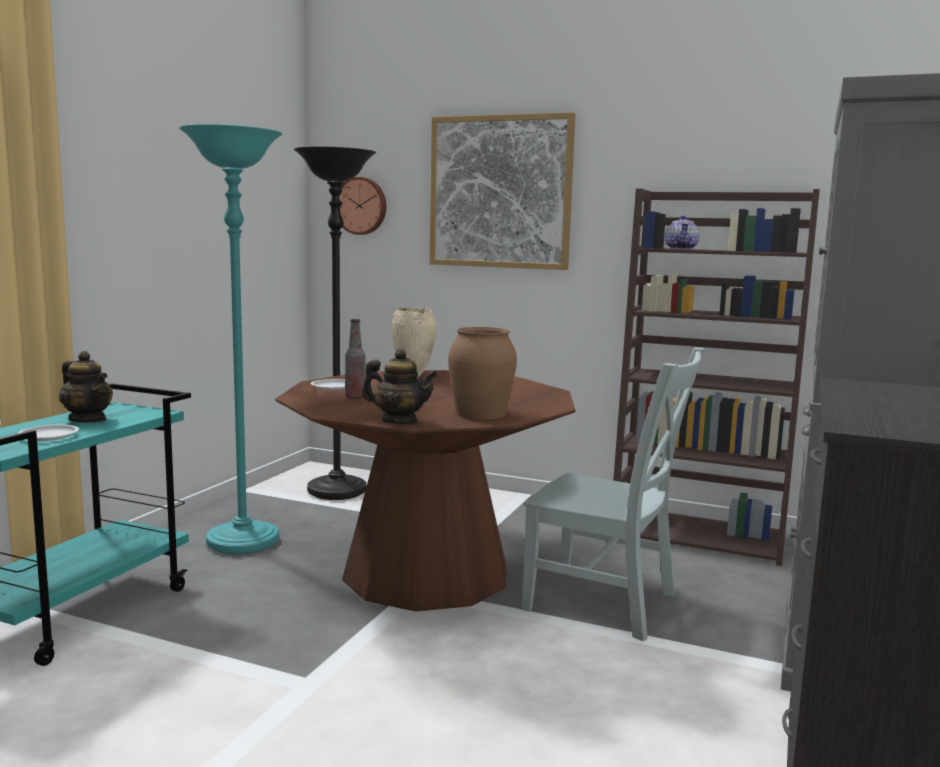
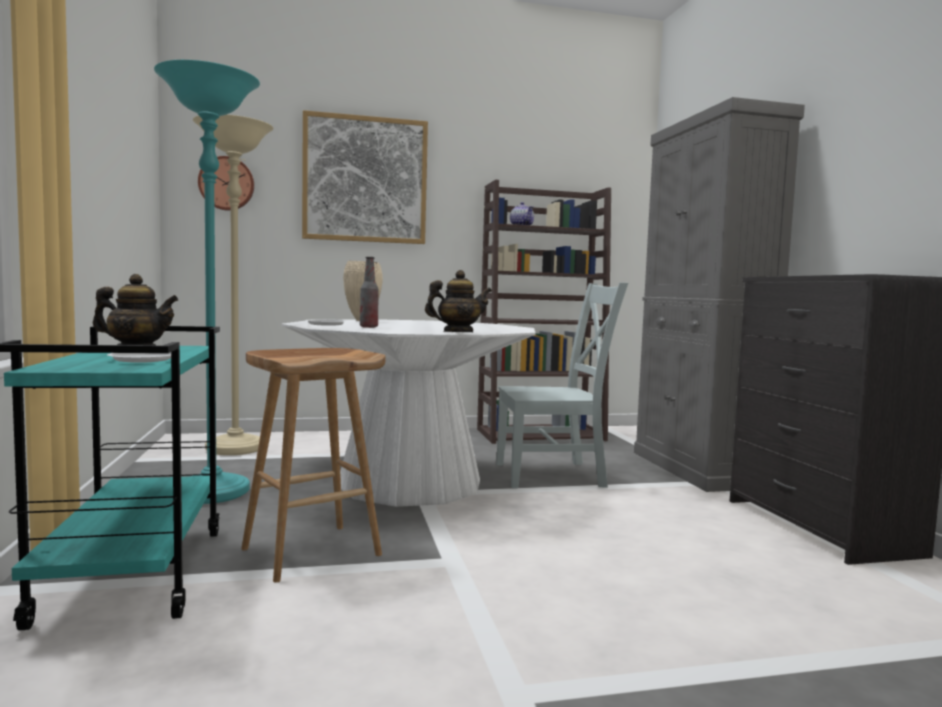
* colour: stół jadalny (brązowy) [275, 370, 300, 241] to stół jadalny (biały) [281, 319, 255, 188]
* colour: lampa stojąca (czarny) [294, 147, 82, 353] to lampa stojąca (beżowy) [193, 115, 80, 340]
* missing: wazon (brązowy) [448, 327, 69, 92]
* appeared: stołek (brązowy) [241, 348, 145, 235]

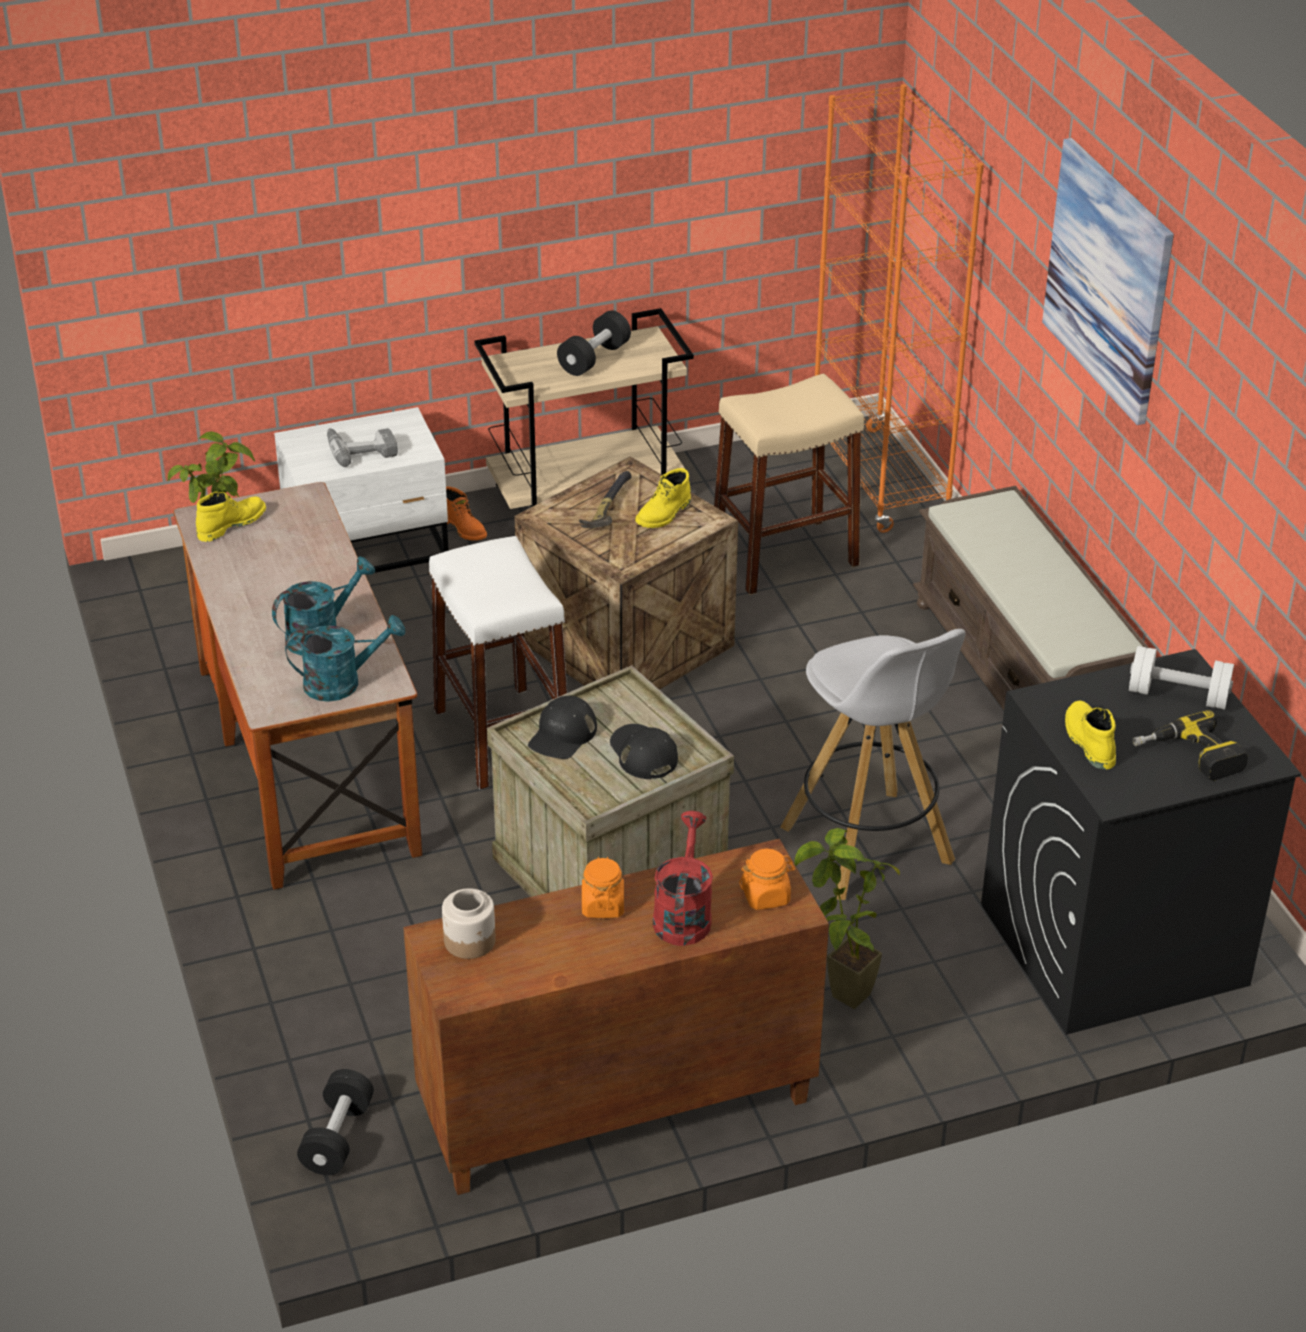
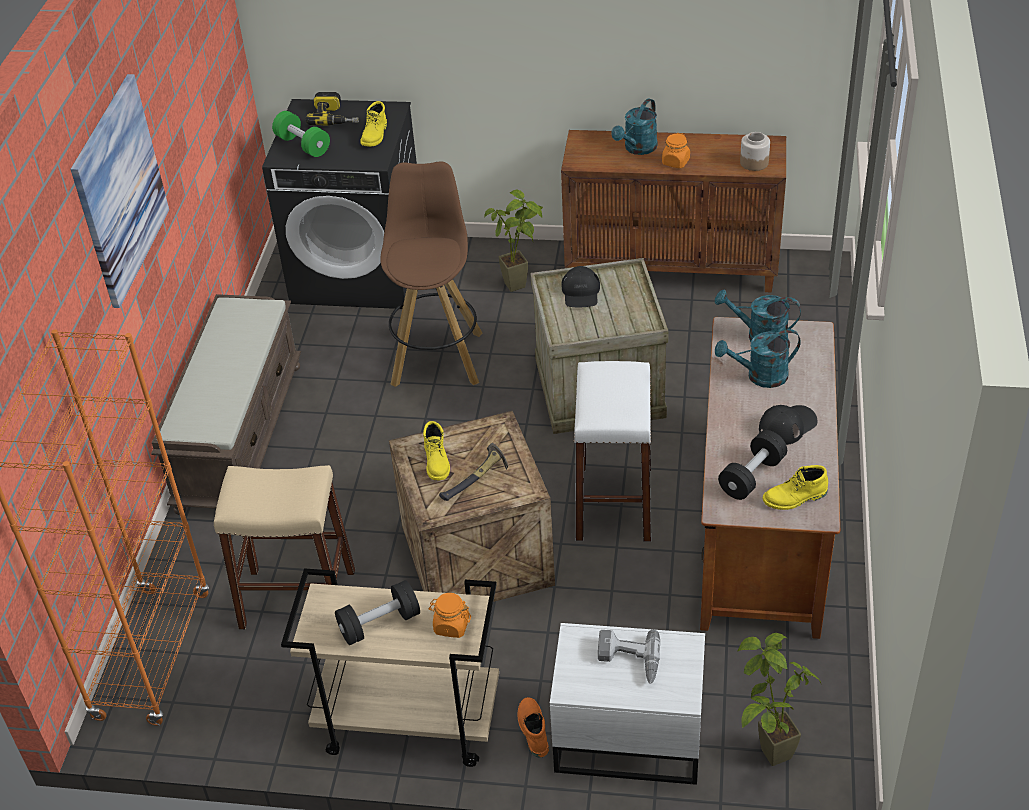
* relocated: hantel (czarny) [297, 1069, 77, 106] to [718, 430, 69, 70]
* relocated: czapka z daszkiem (czarny) [528, 696, 69, 63] to [759, 405, 59, 40]
* spun: but z cholewką (żółty) [635, 468, 56, 60] = [423, 421, 27, 60] 105 degrees clockwise
* colour: konewka (czerwony) [653, 811, 60, 135] to konewka (turkusowy) [611, 98, 47, 57]
* relocated: słoik (pomarańczowy) [739, 849, 56, 61] to [428, 593, 43, 45]
* colour: stołek (biały) [780, 629, 186, 271] to stołek (brązowy) [380, 161, 102, 226]
* colour: hantel (biały) [1129, 646, 105, 64] to hantel (zielony) [272, 111, 58, 46]

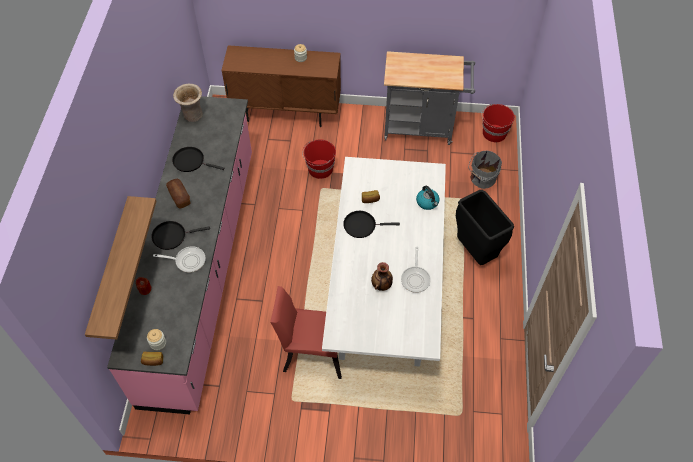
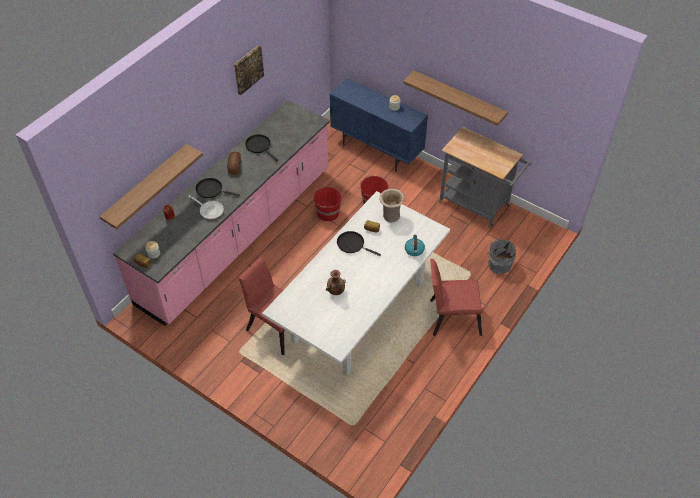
* relocated: wazon (beżowy) [173, 84, 30, 38] to [379, 189, 26, 34]
* colour: szafka (brązowy) [221, 45, 120, 82] to szafka (niebieski) [330, 78, 98, 94]
* missing: patelnia [401, 247, 30, 46]
* exchanged: kosz na śmieci (czarny) [456, 190, 58, 75] to krzesło (czerwony) [430, 259, 52, 77]
* relocated: wiadro (czerwony) [481, 104, 34, 38] to [312, 186, 30, 35]
* appeared: obraz [234, 45, 30, 50]
* appeared: półka [403, 71, 105, 55]

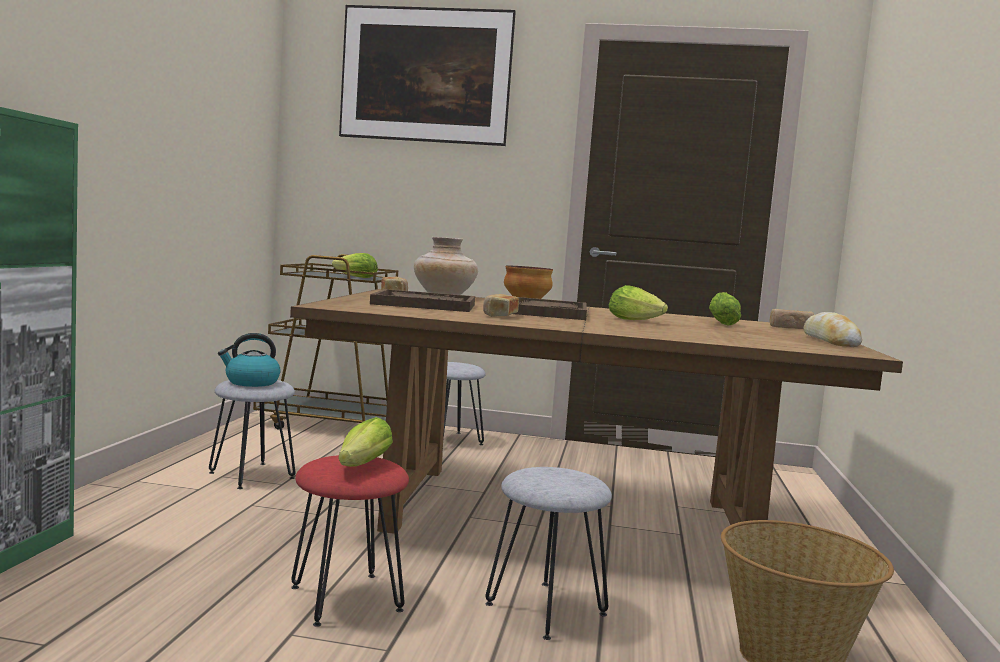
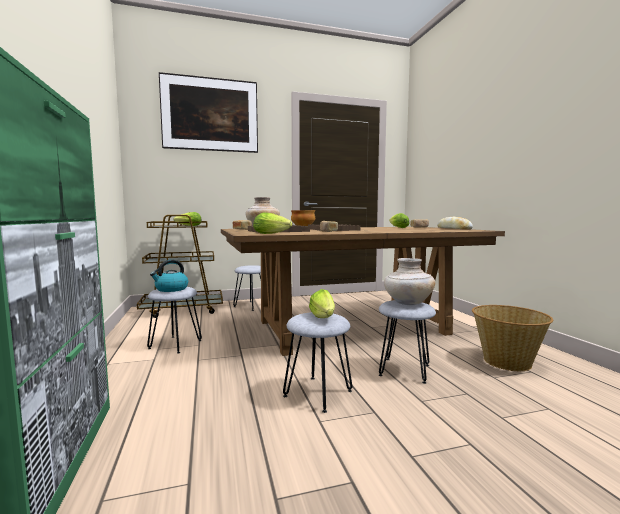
* colour: stołek (czerwony) [291, 455, 118, 172] to stołek (szary) [283, 312, 69, 101]
* relocated: sałata [609, 285, 59, 35] to [253, 212, 39, 22]
* appeared: wazon (beżowy) [384, 258, 51, 47]

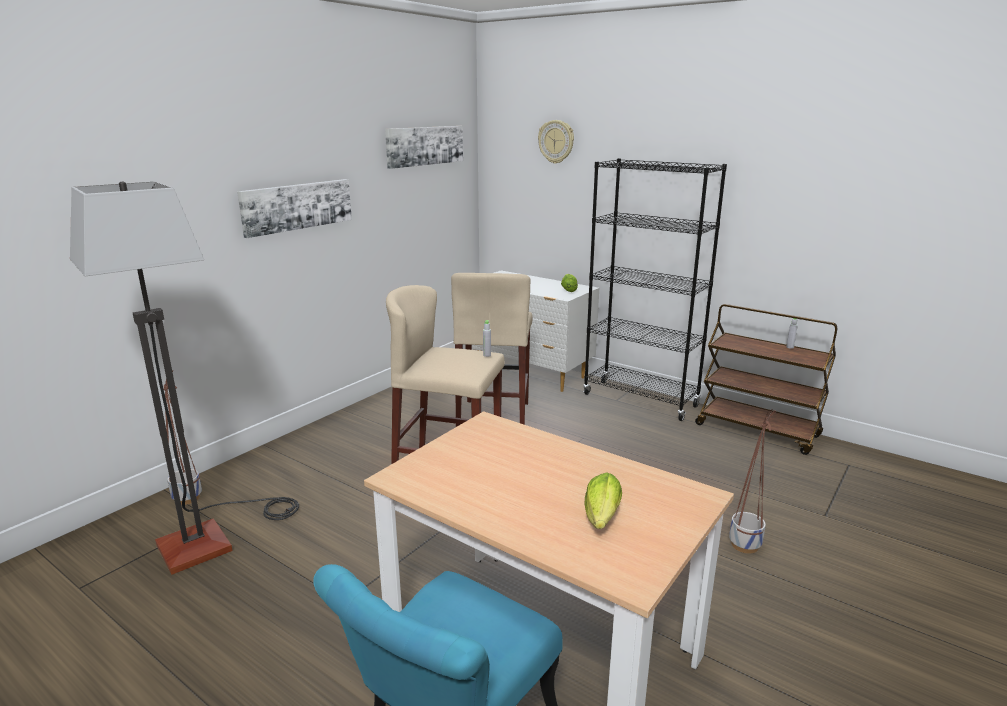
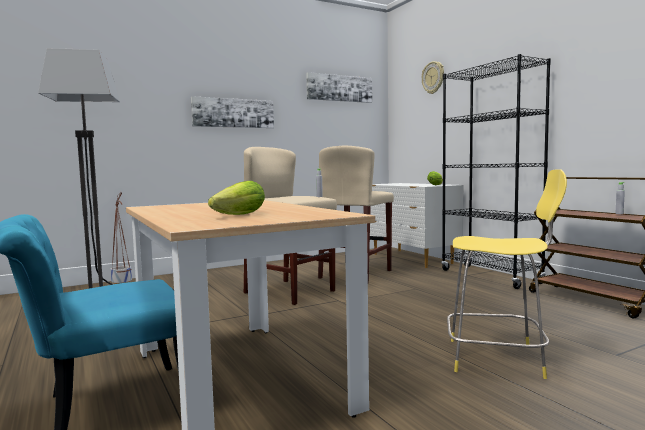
* exchanged: donica [729, 410, 47, 144] to stołek (żółty) [447, 169, 120, 210]

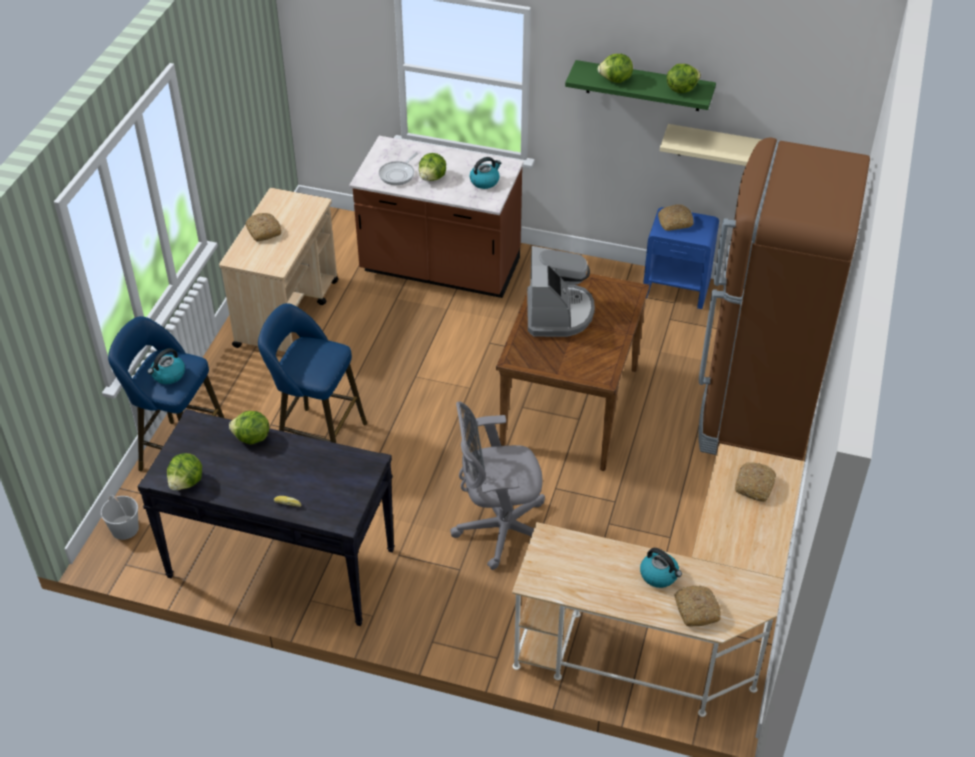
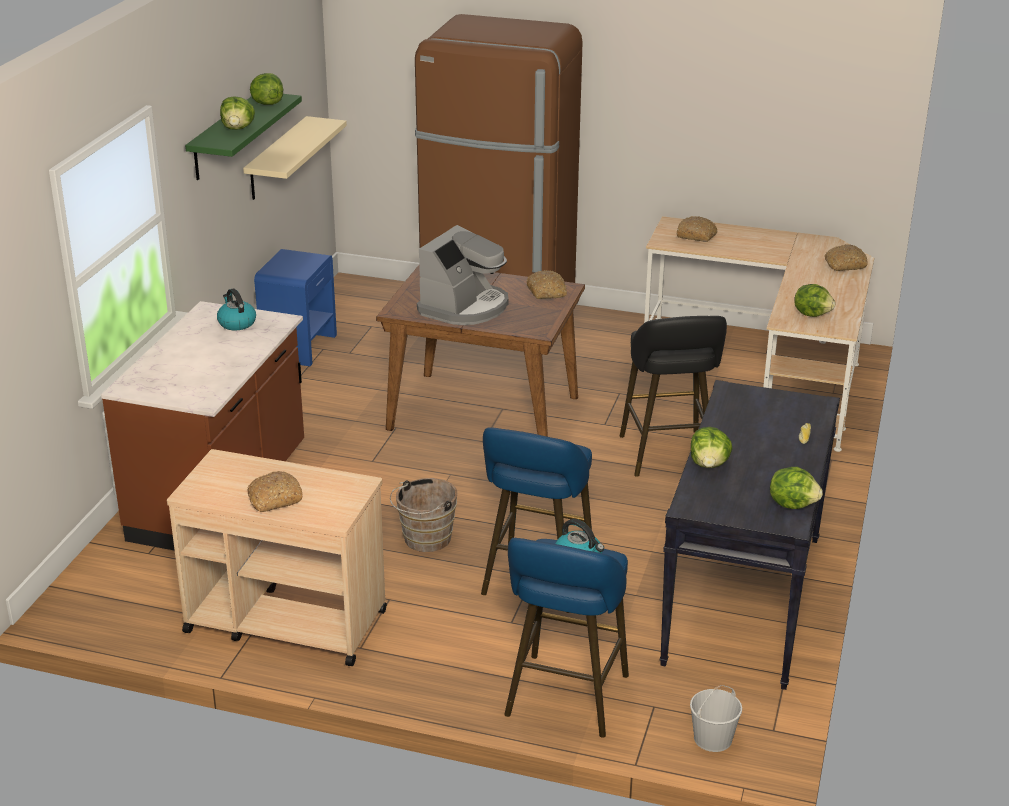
* missing: patelnia [379, 152, 40, 33]
* relocated: sałata [419, 153, 27, 28] to [794, 284, 41, 33]
* exchanged: krzesło biurowe (szary) [450, 402, 95, 168] to stołek (czarny) [620, 316, 107, 161]
* spun: ekspres do kawy [527, 246, 68, 91] = [417, 225, 92, 100] 120 degrees clockwise
* missing: czajnik [640, 548, 42, 40]
* relocated: chleb [658, 204, 36, 27] to [527, 270, 40, 29]
* appeared: wiadro (brązowy) [390, 478, 67, 74]

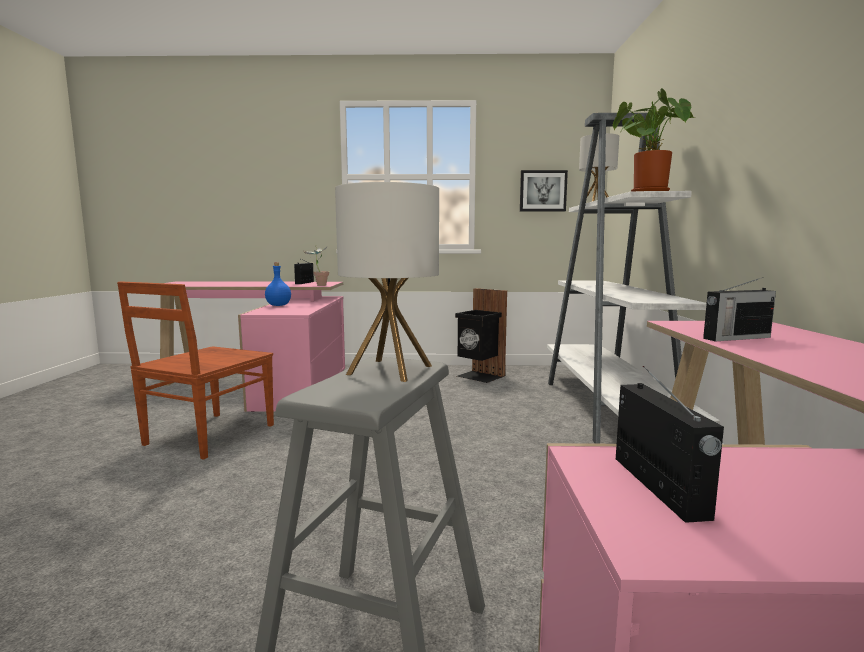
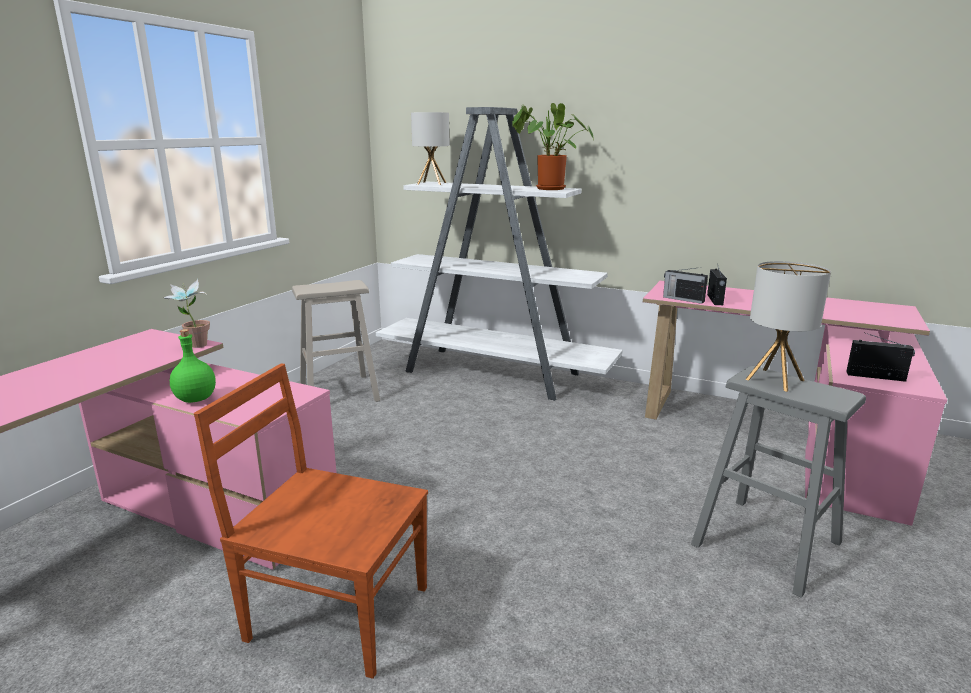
* spun: krzesło (brązowy) [117, 281, 157, 179] = [194, 364, 234, 315] 150 degrees clockwise
* colour: butelka (niebieski) [265, 262, 26, 44] to butelka (zielony) [170, 329, 46, 74]
* relocated: radio [294, 258, 20, 26] to [663, 267, 45, 37]
* exchanged: kosz na śmieci (czarny) [455, 288, 52, 95] to stołek (beżowy) [292, 280, 88, 122]
* missing: obraz [520, 170, 48, 42]

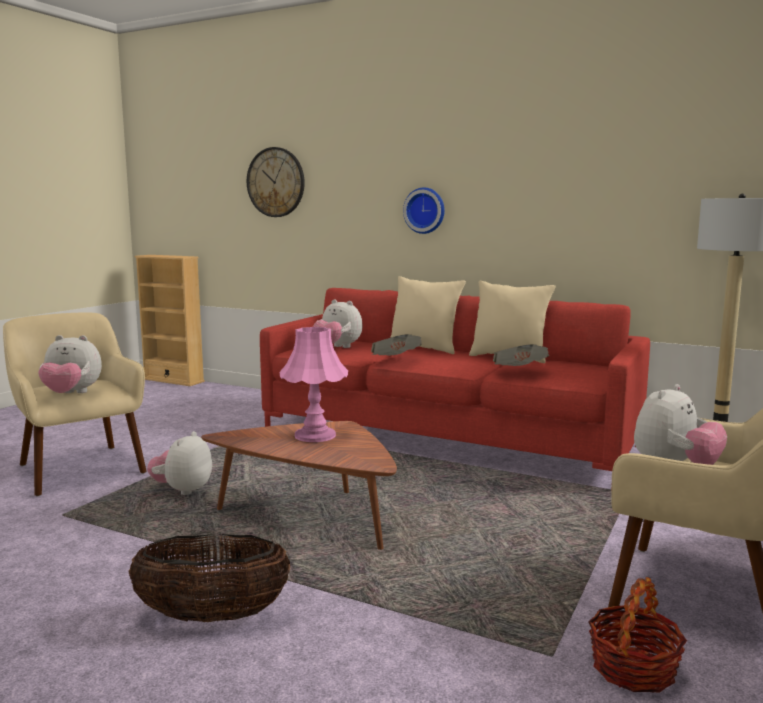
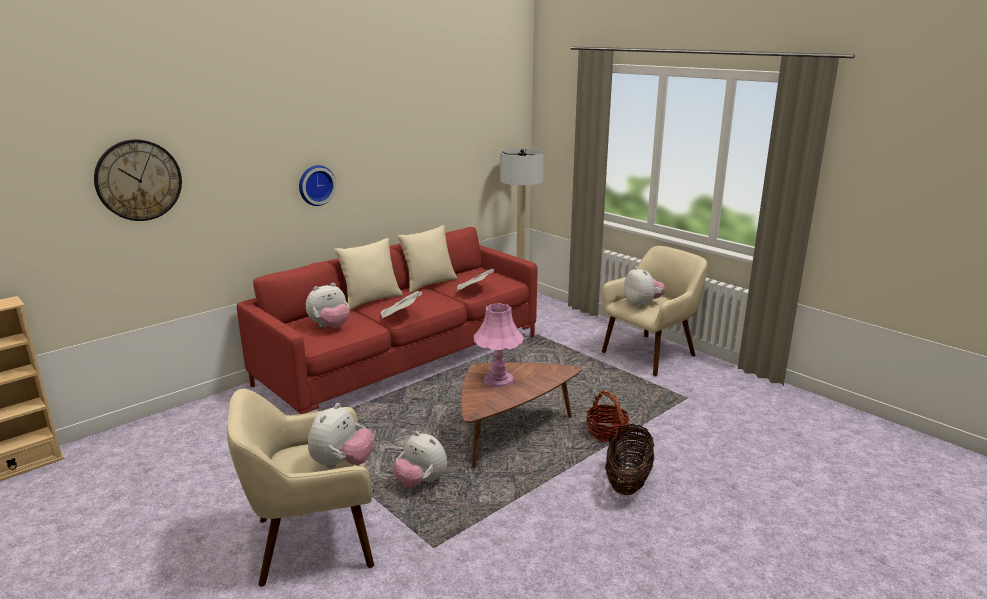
* relocated: koszyk [588, 577, 99, 115] to [586, 391, 43, 51]

